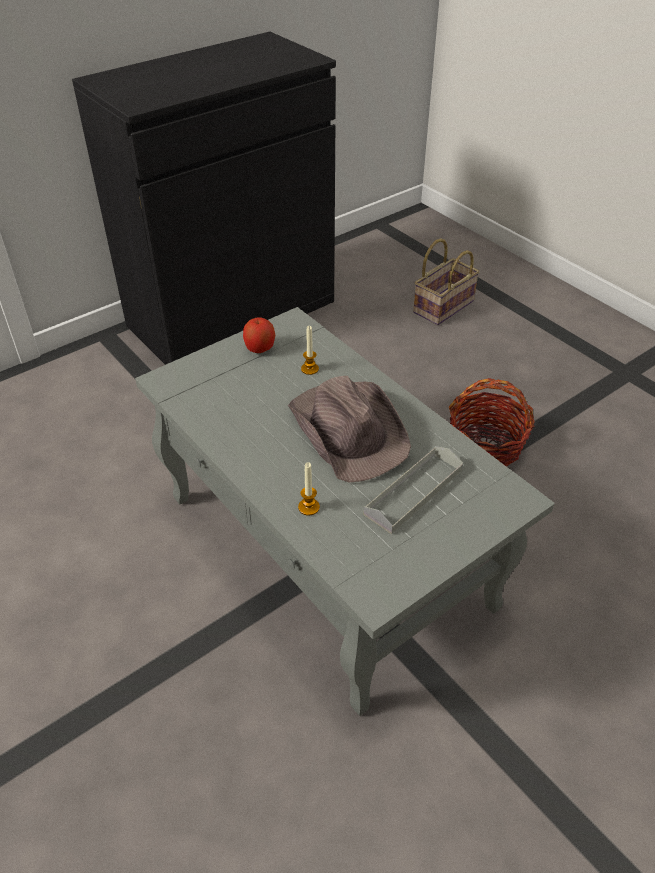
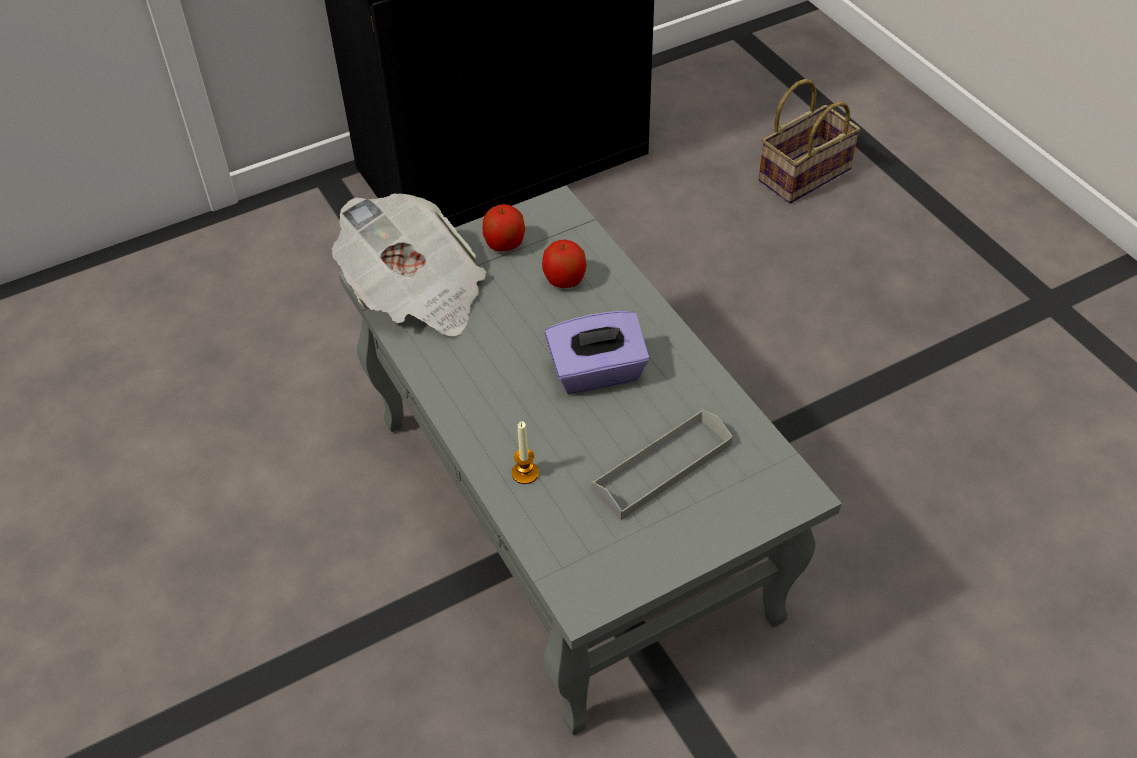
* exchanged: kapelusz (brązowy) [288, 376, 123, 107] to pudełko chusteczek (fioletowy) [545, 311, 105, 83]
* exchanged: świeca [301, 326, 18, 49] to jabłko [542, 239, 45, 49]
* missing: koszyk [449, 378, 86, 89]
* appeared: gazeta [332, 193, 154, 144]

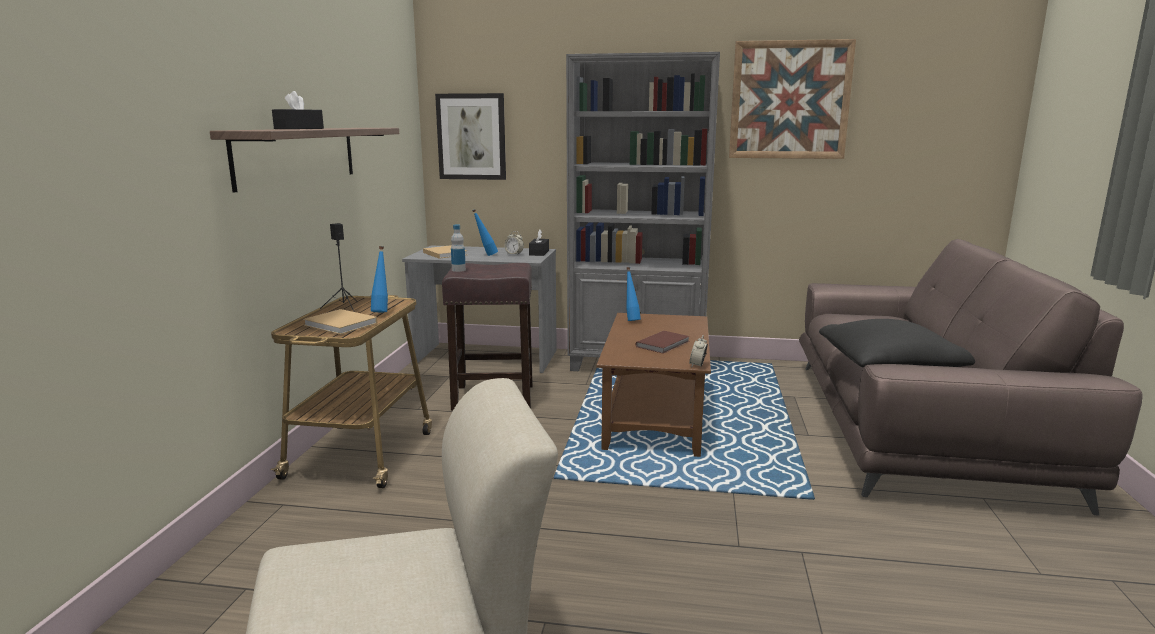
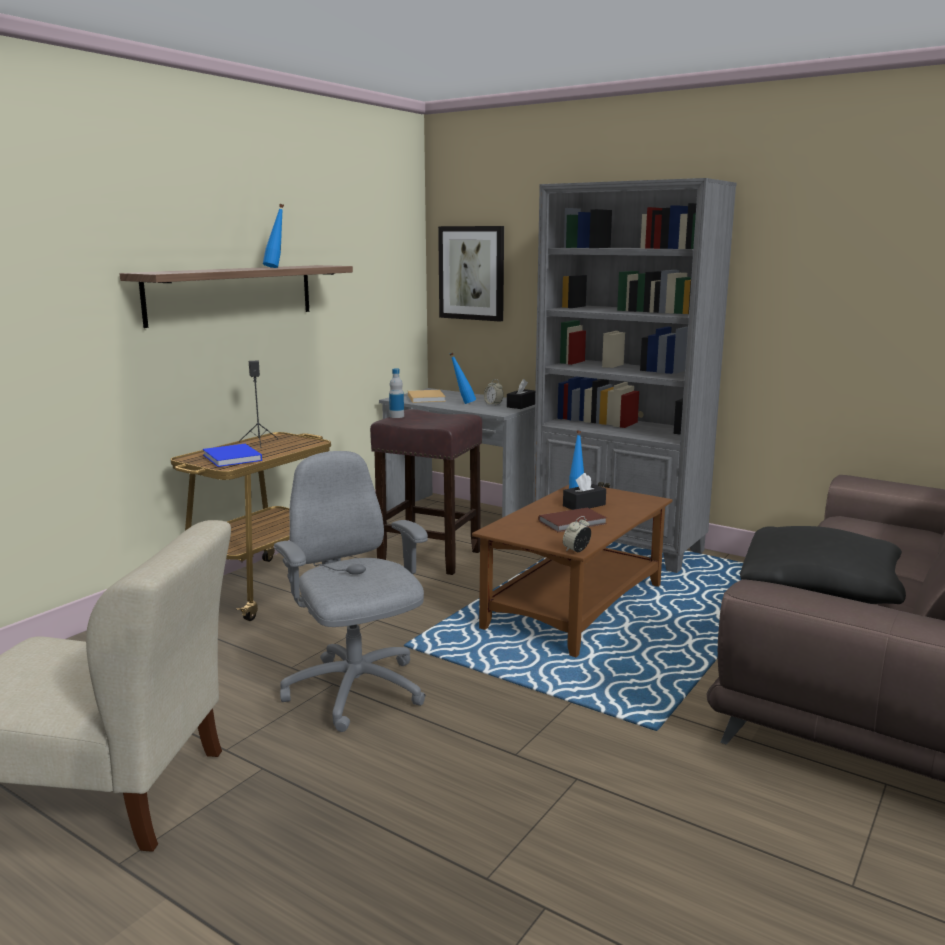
* relocated: pudełko chusteczek (czarny) [272, 91, 52, 38] to [563, 473, 43, 37]
* colour: książka (beżowy) [303, 309, 74, 26] to książka (niebieski) [203, 444, 59, 23]
* relocated: butelka (niebieski) [371, 246, 17, 66] to [263, 204, 21, 64]
* missing: obraz [729, 39, 127, 120]
* appeared: krzesło biurowe (szary) [274, 451, 154, 281]

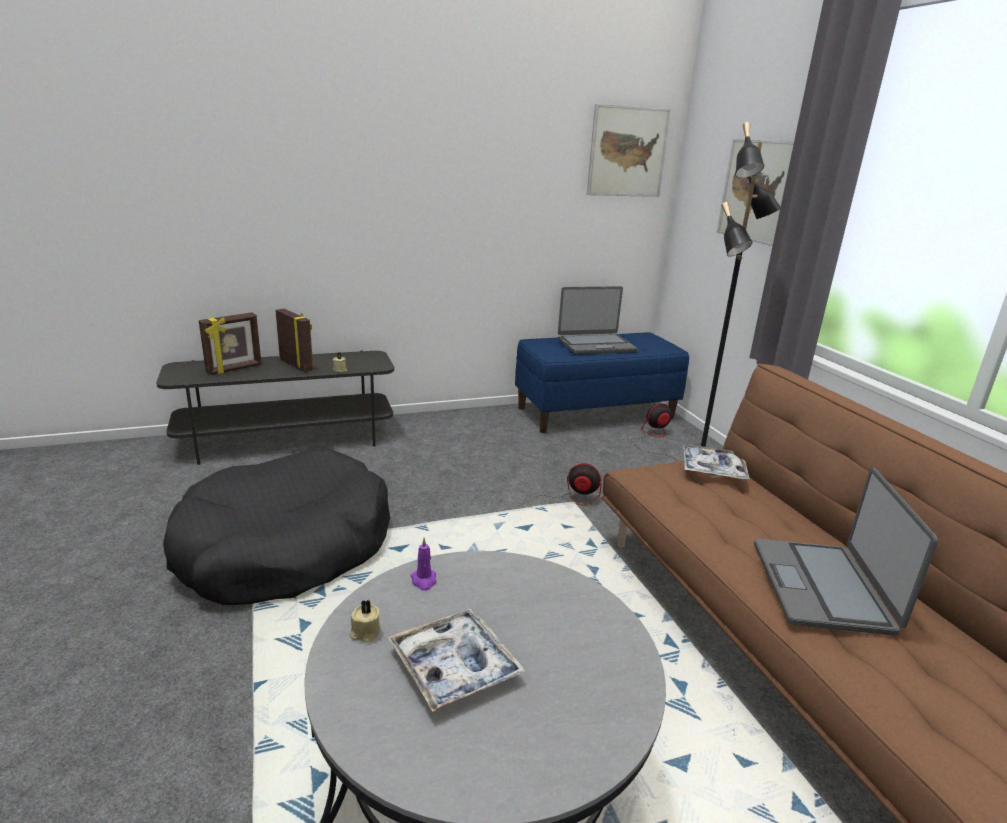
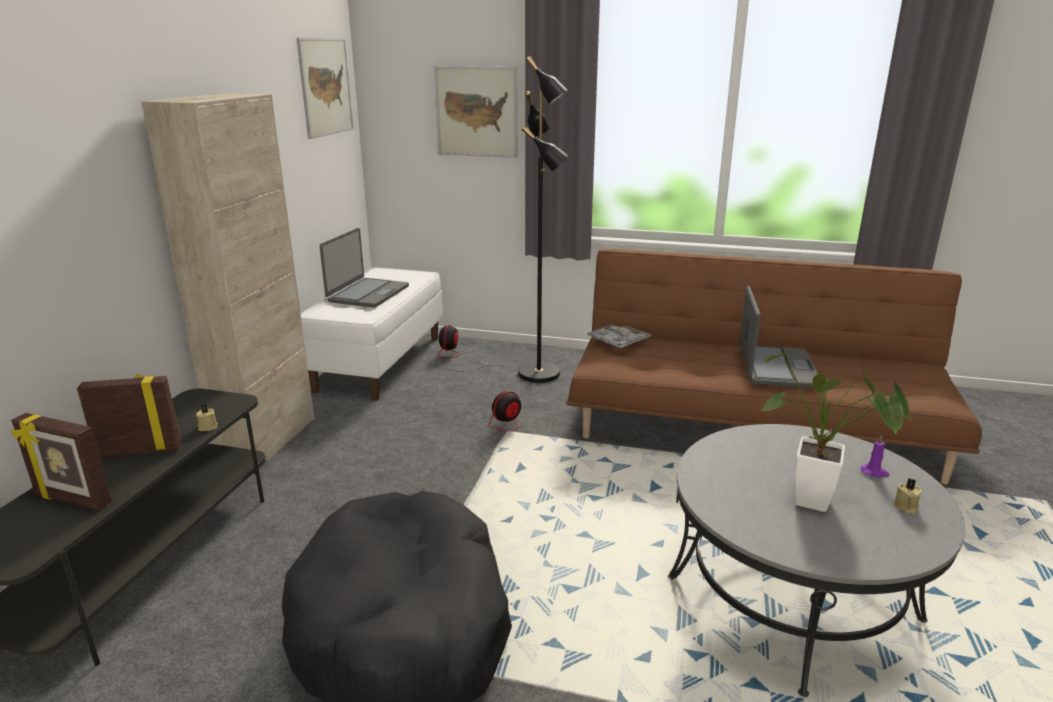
* spun: ramka na zdjęcie [199, 312, 62, 63] = [11, 413, 101, 98] 120 degrees clockwise
* relocated: świeca (beżowy) [350, 600, 30, 42] to [892, 478, 30, 36]
* exchanged: taca [388, 609, 138, 103] to roślina doniczkowa [760, 350, 151, 162]
* relocated: świeca (fioletowy) [411, 538, 25, 53] to [861, 435, 28, 43]
* colour: ławka (niebieski) [515, 332, 174, 101] to ławka (biały) [301, 267, 142, 134]
* spun: laptop [754, 467, 184, 169] = [739, 286, 79, 102] 120 degrees counterclockwise
* appeared: szafka (beżowy) [141, 93, 174, 370]

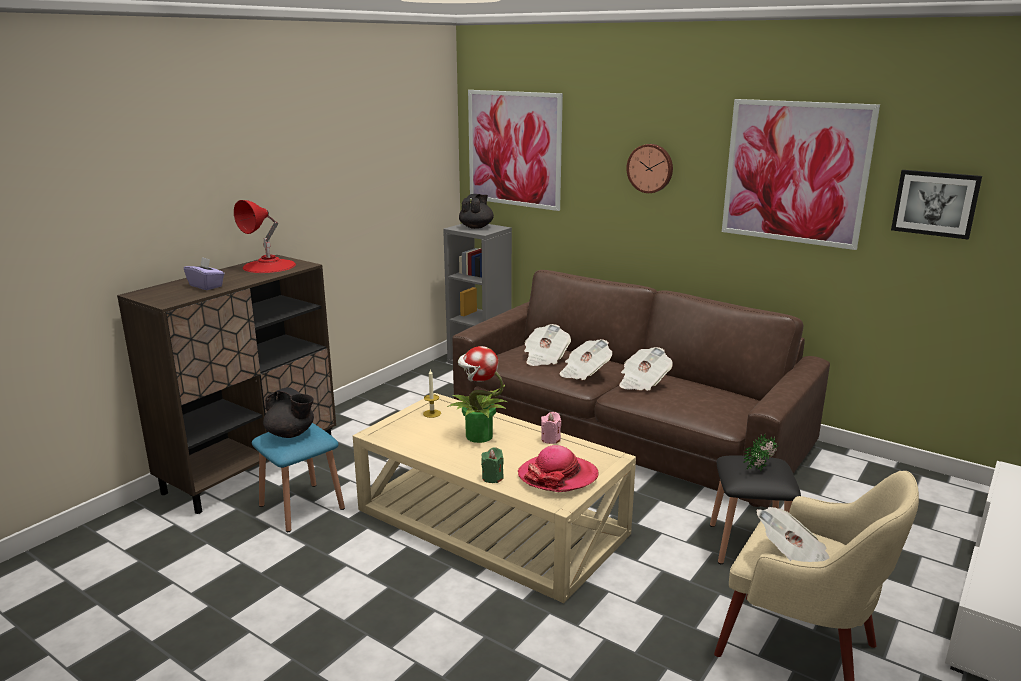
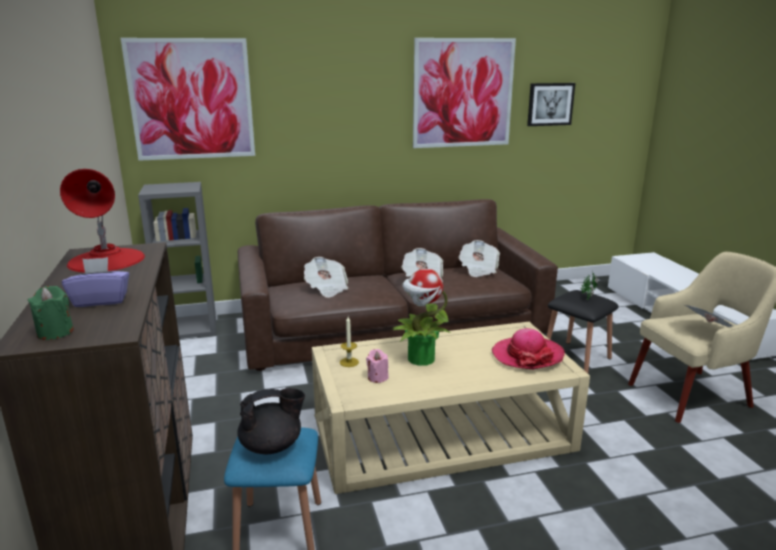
* missing: imbryk (czarny) [459, 194, 35, 35]
* relocated: świeca (zielony) [481, 448, 23, 35] to [28, 286, 46, 54]
* relocated: świeca (różowy) [541, 412, 20, 32] to [366, 349, 23, 34]
* relocated: gazeta [559, 339, 53, 41] to [459, 240, 41, 37]
* missing: zegar ścienny [626, 144, 47, 49]

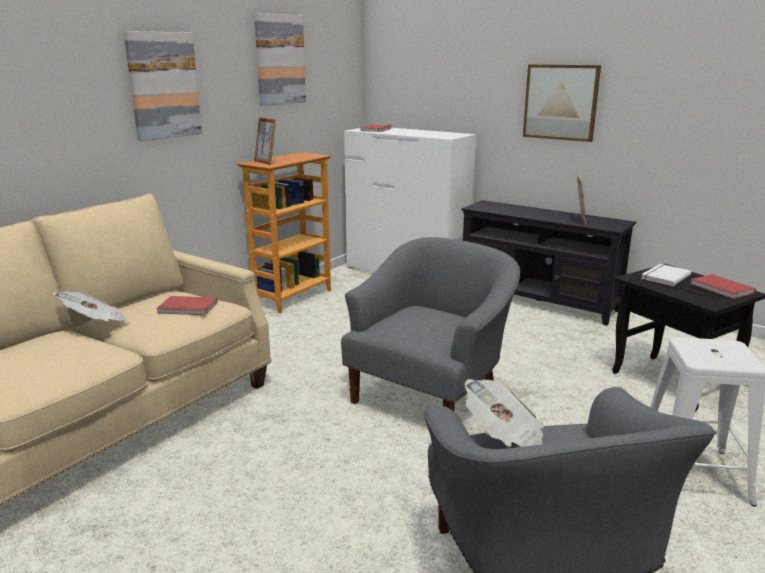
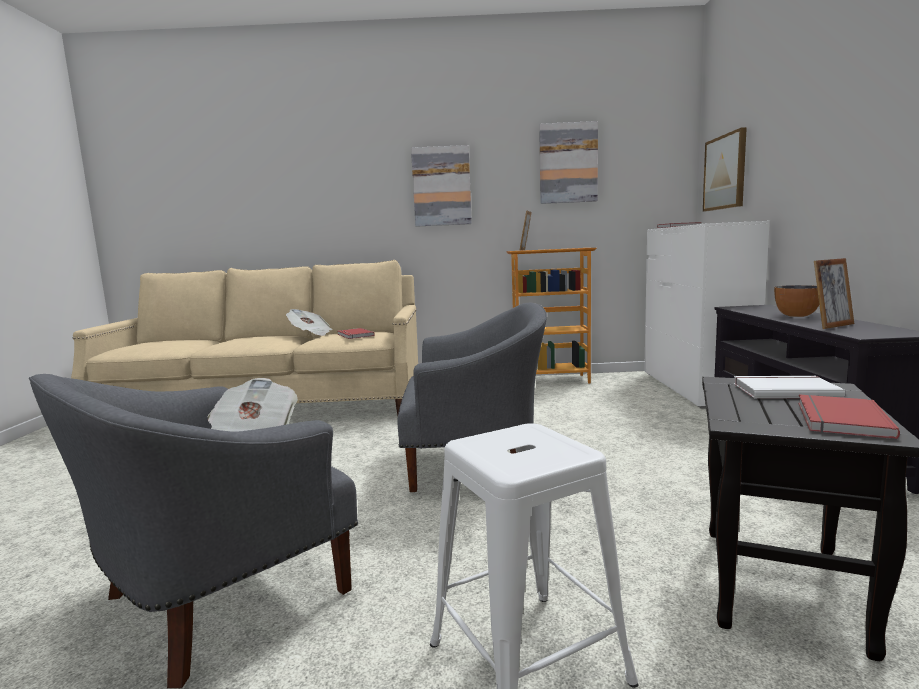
* relocated: obraz [523, 64, 78, 78] to [703, 127, 44, 85]
* appeared: miska [774, 285, 45, 32]

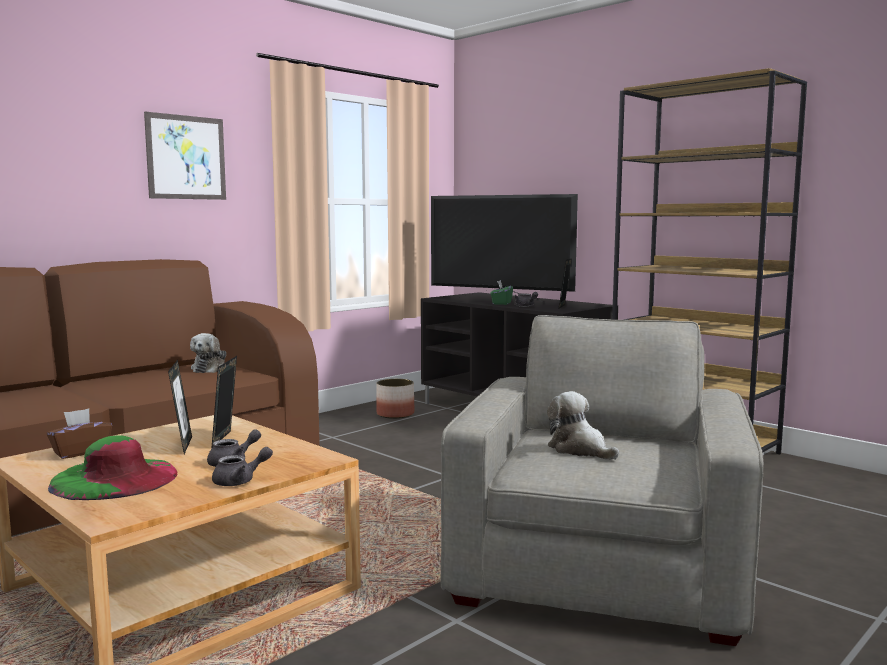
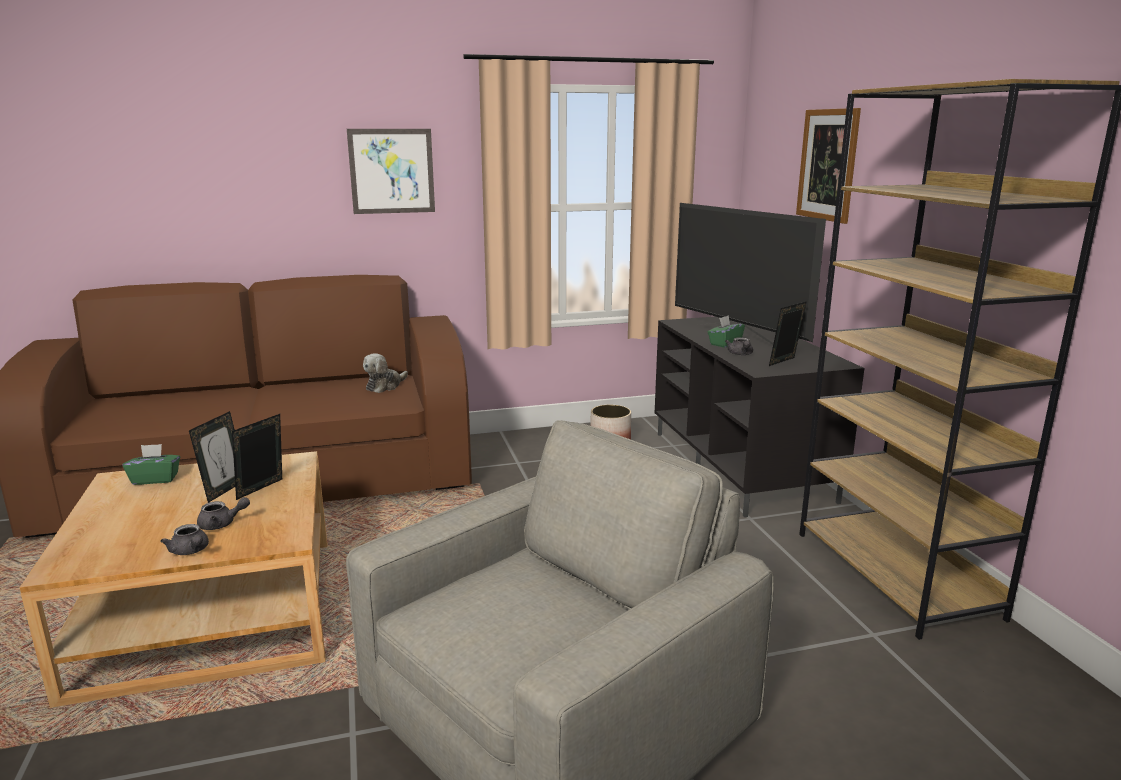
* colour: pudełko chusteczek (brązowy) [47, 408, 65, 51] to pudełko chusteczek (zielony) [122, 444, 58, 41]
* missing: kapelusz (zielony) [48, 436, 129, 64]
* spun: imbryk (szary) [212, 447, 61, 39] = [161, 524, 48, 31] 45 degrees clockwise
* missing: pluszak [547, 391, 72, 69]
* appeared: obraz [796, 108, 65, 116]

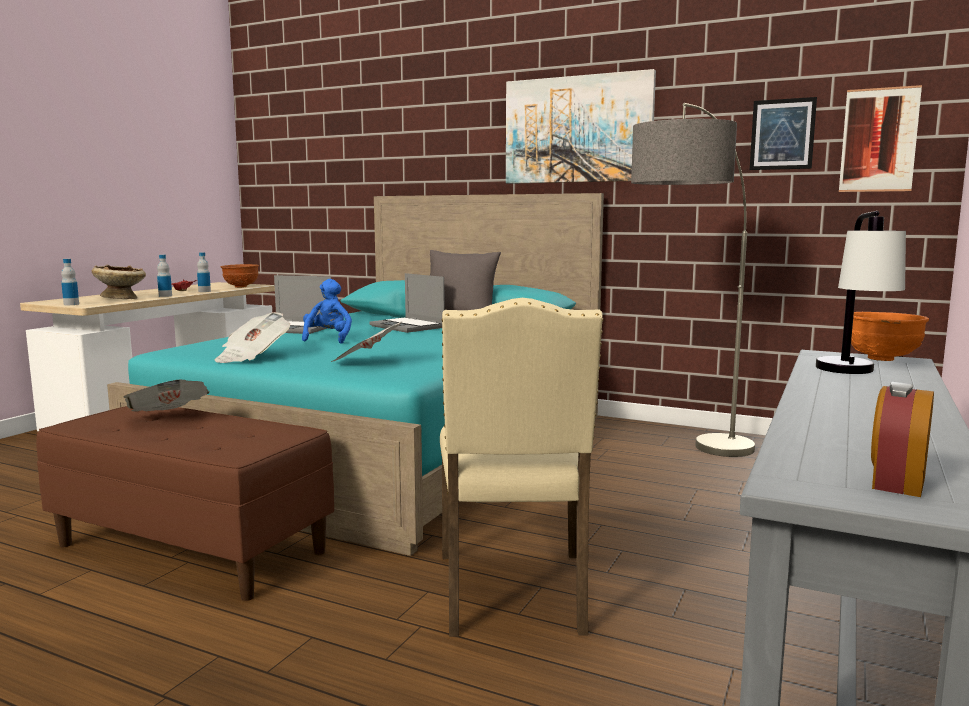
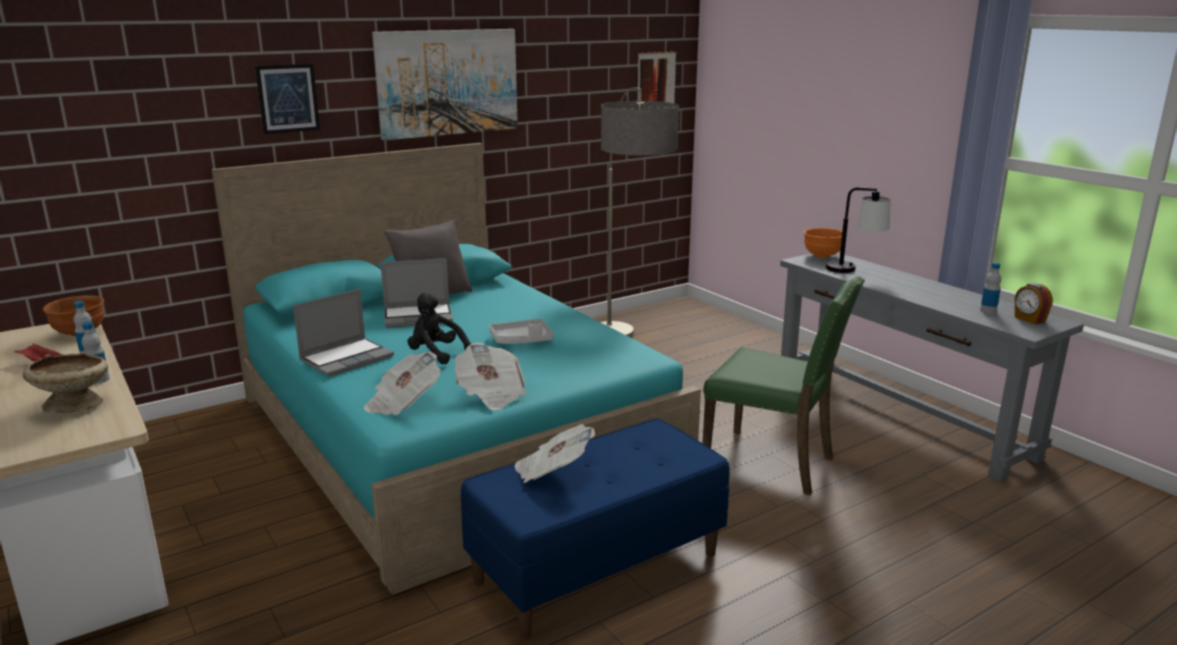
* colour: ławka (brązowy) [36, 406, 298, 195] to ławka (niebieski) [461, 418, 269, 221]
* relocated: butelka [61, 259, 18, 46] to [980, 262, 21, 52]
* colour: pluszak (niebieski) [302, 279, 50, 65] to pluszak (czarny) [408, 293, 63, 71]
* relocated: gazeta [331, 321, 71, 41] to [364, 352, 77, 64]
* colour: krzesło (beżowy) [440, 298, 163, 339] to krzesło (zielony) [703, 276, 162, 219]
* relocated: obraz [750, 97, 67, 73] to [255, 64, 65, 70]
* appeared: taca (szary) [489, 319, 65, 25]

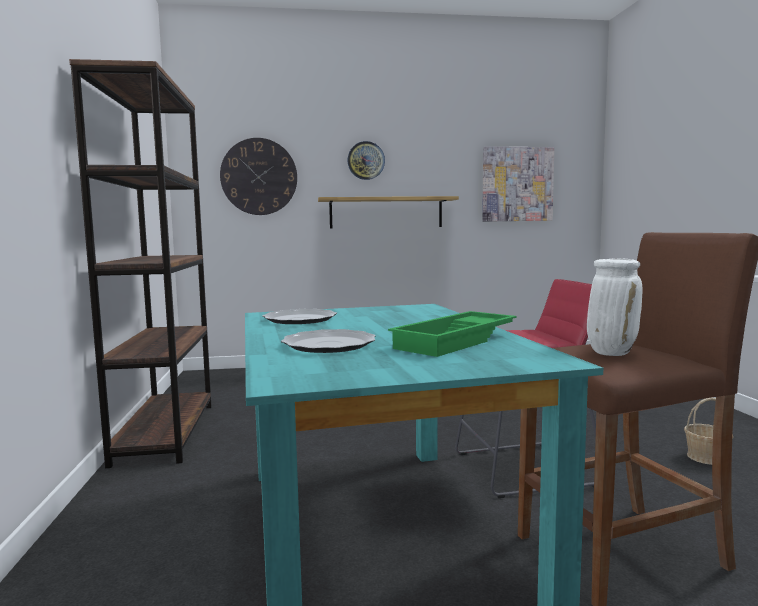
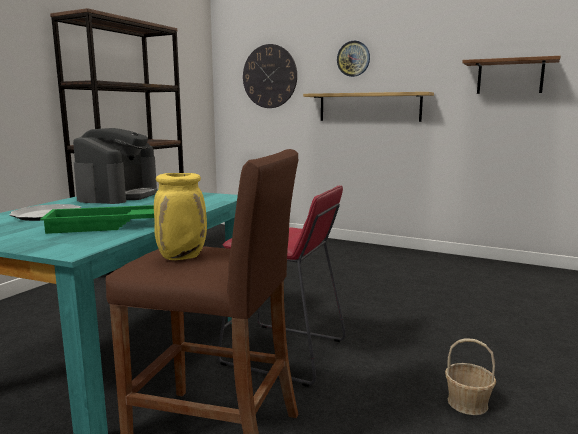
* exchanged: talerz [263, 309, 74, 15] to ekspres do kawy [73, 128, 84, 76]
* exchanged: obraz [482, 147, 72, 75] to półka (brązowy) [462, 56, 99, 38]
* colour: wazon (biały) [587, 258, 56, 98] to wazon (żółty) [154, 173, 53, 87]

